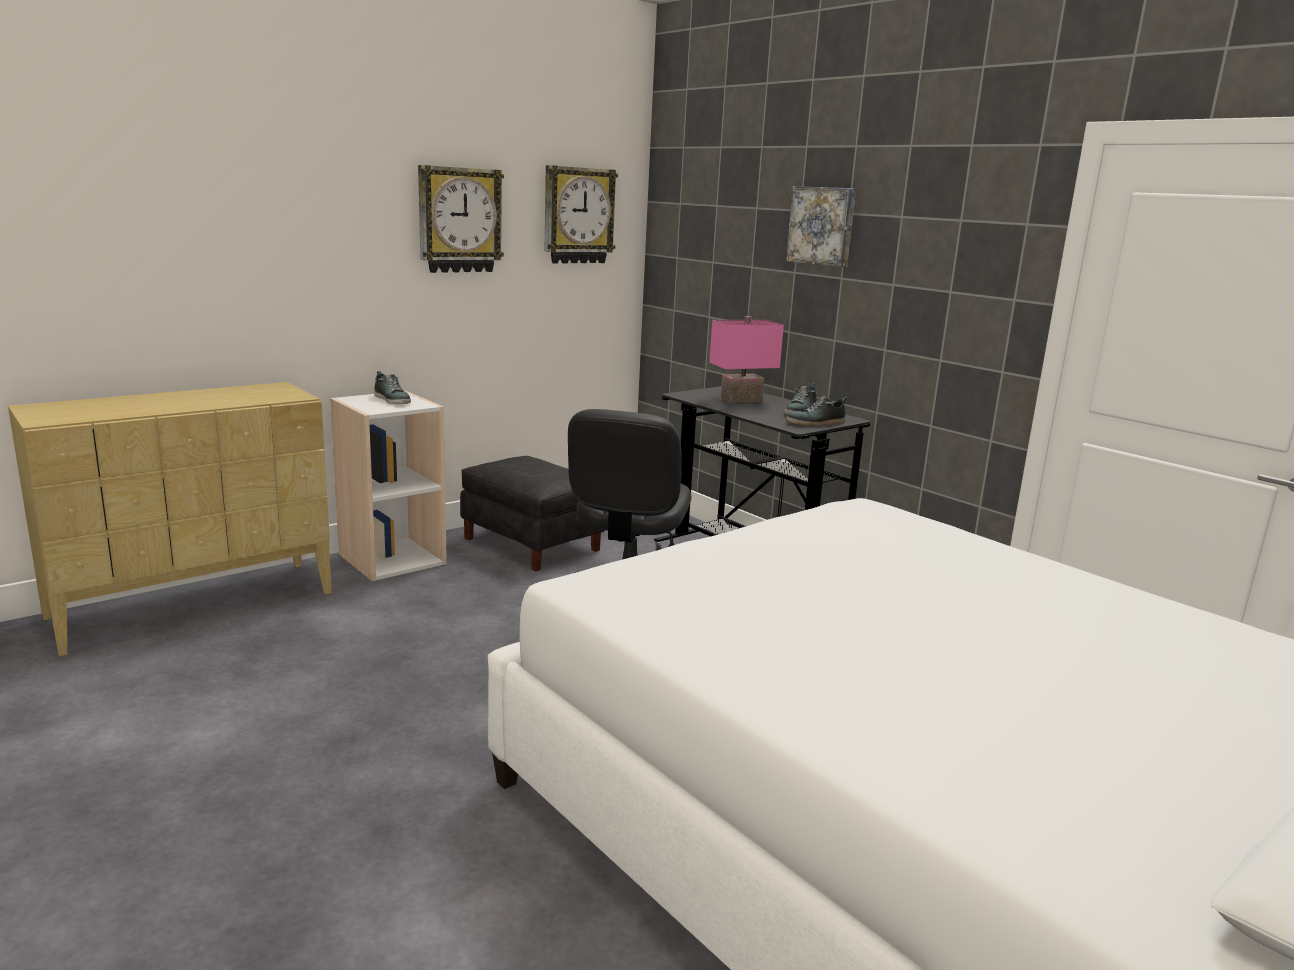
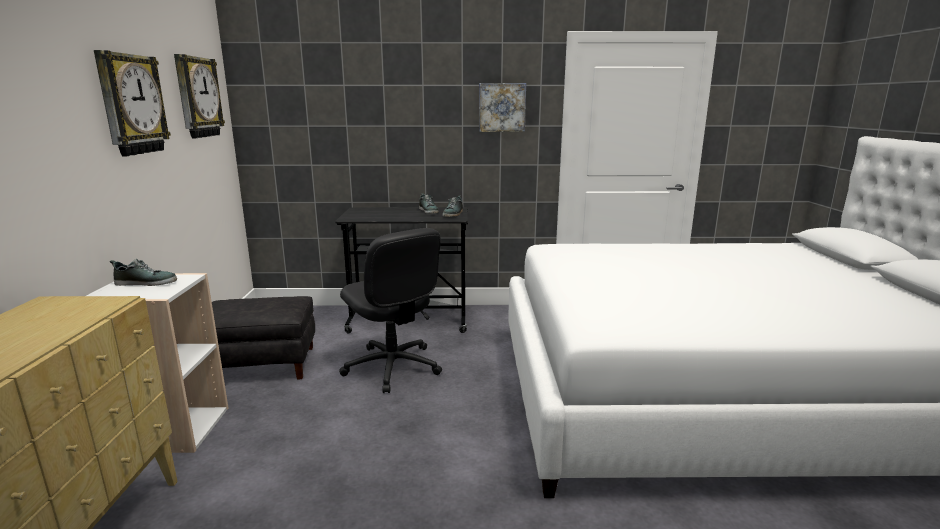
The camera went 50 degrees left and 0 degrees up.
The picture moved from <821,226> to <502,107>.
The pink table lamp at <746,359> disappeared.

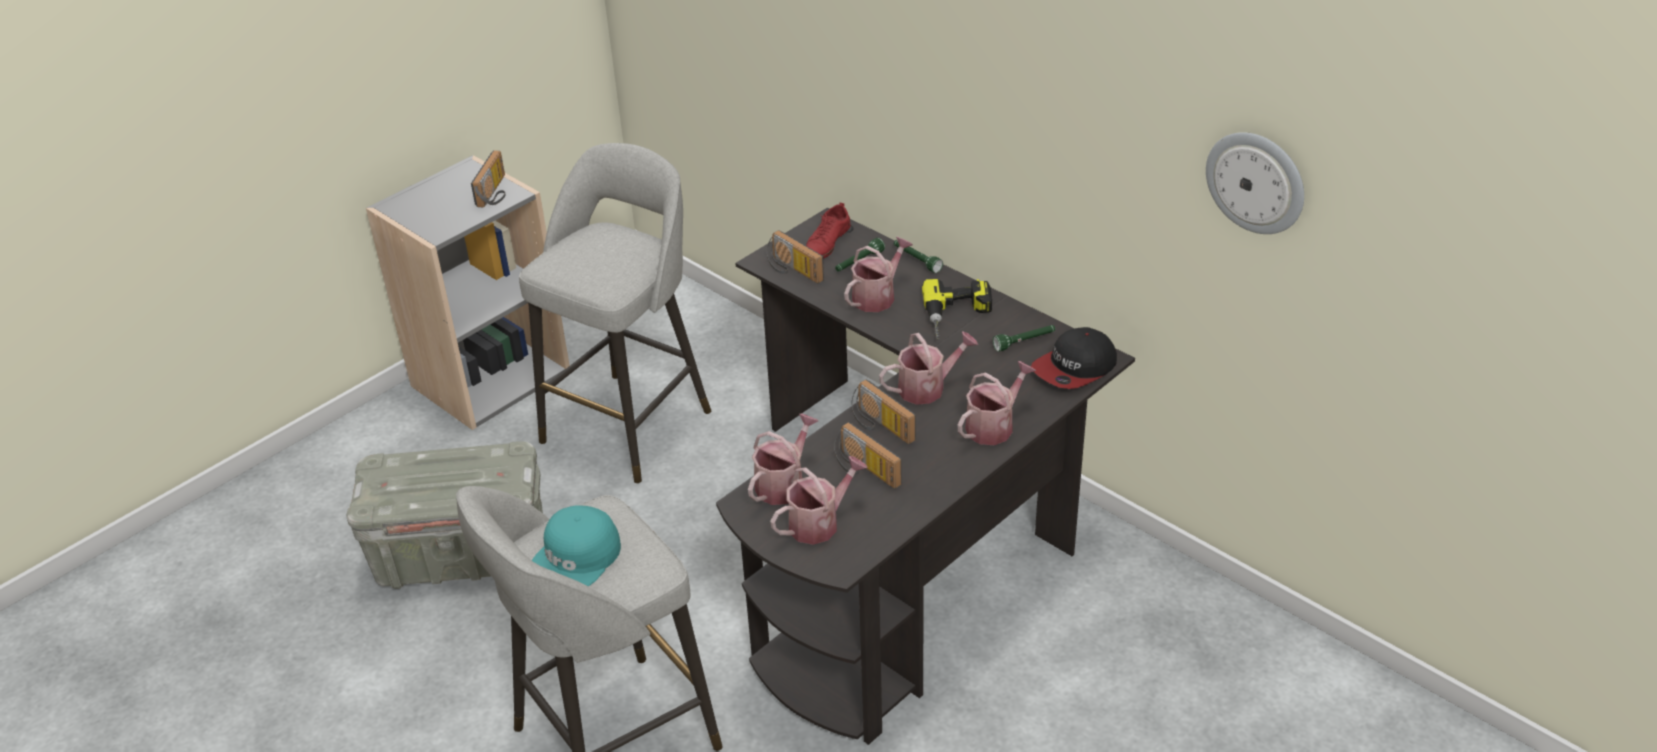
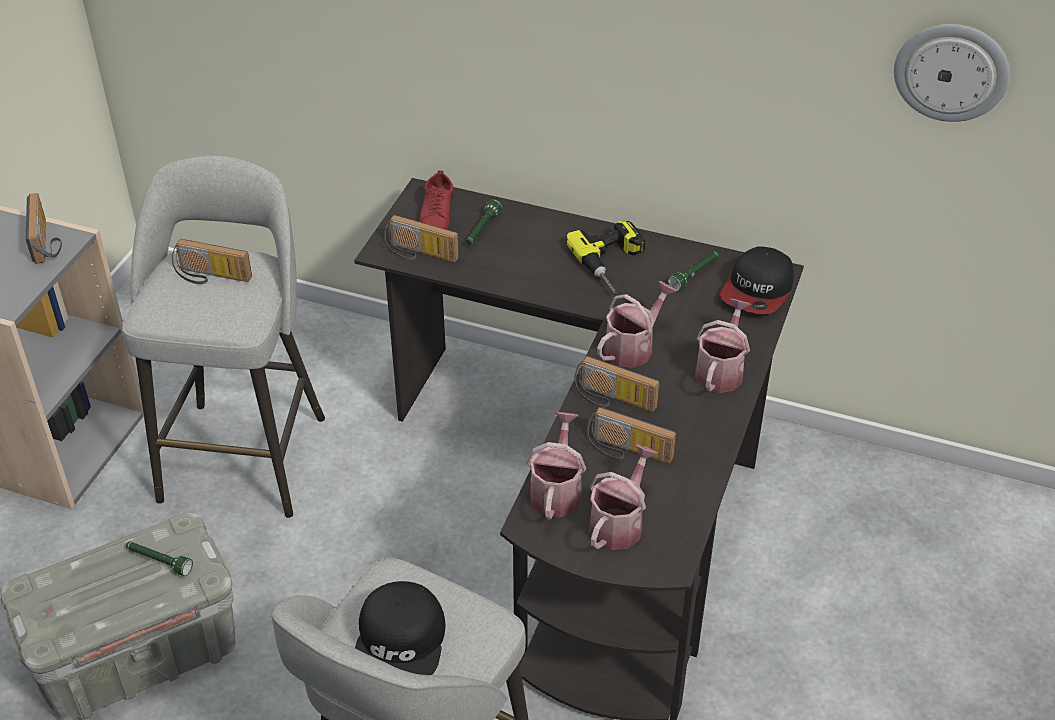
The camera went 25 degrees left and 5 degrees up.
The green flashlight moved from <918,256> to <159,558>.
The radio at <212,261> appeared.
The turquoise cap at <576,546> became the black cap at <400,628>.
The watering can at <878,274> disappeared.

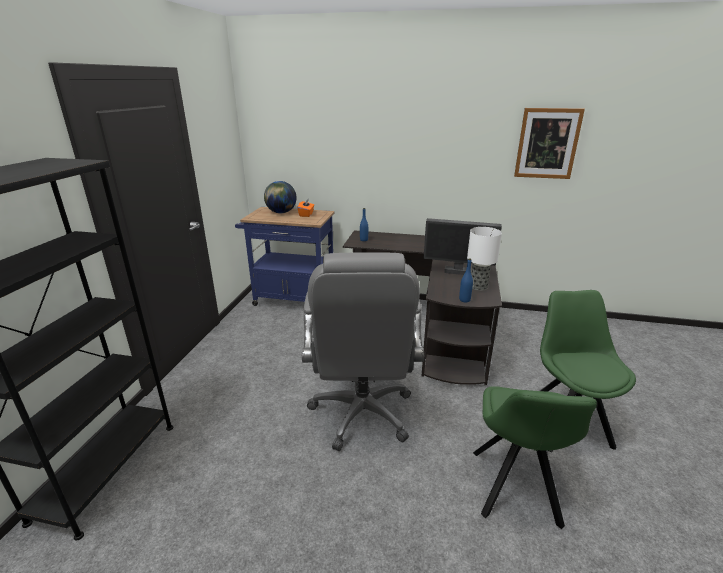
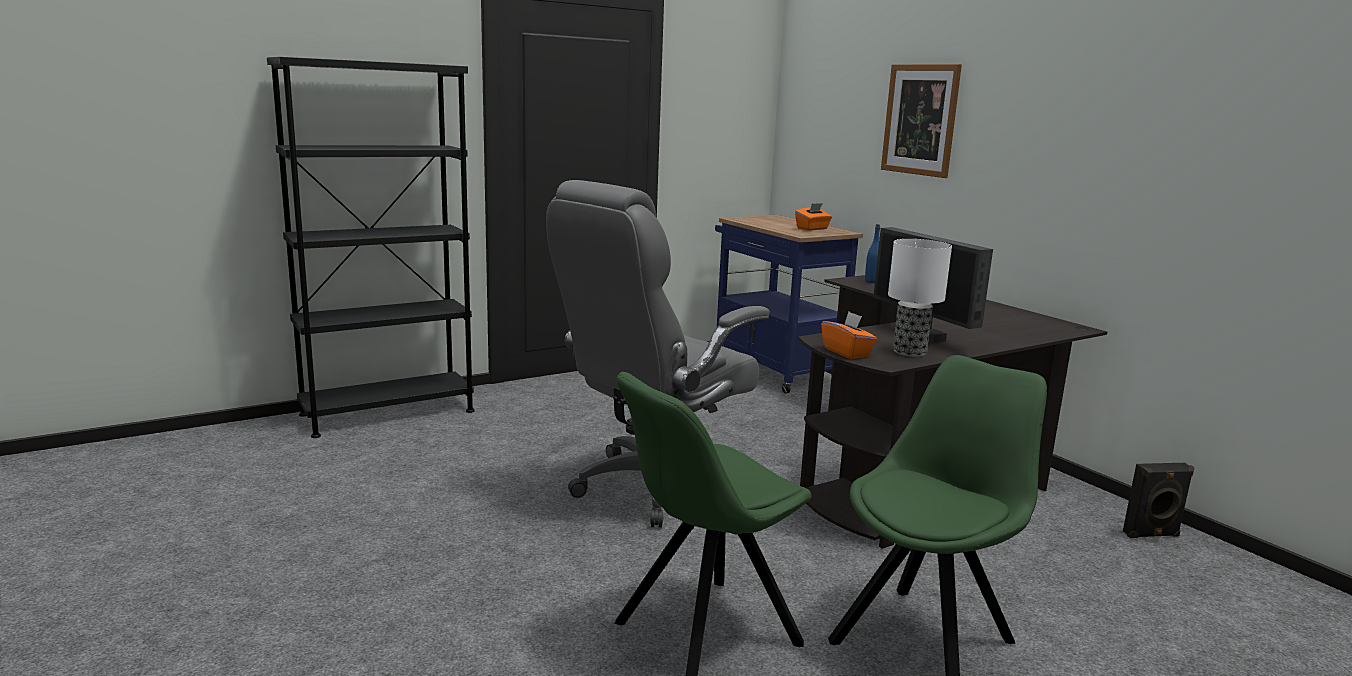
The camera went 45 degrees right and 10 degrees down.
The blue bottle at <466,280> was replaced by the orange tissue box at <849,335>.
The picture moved from <549,143> to <921,121>.
The black speaker at <1159,500> appeared.
The globe at <280,197> disappeared.

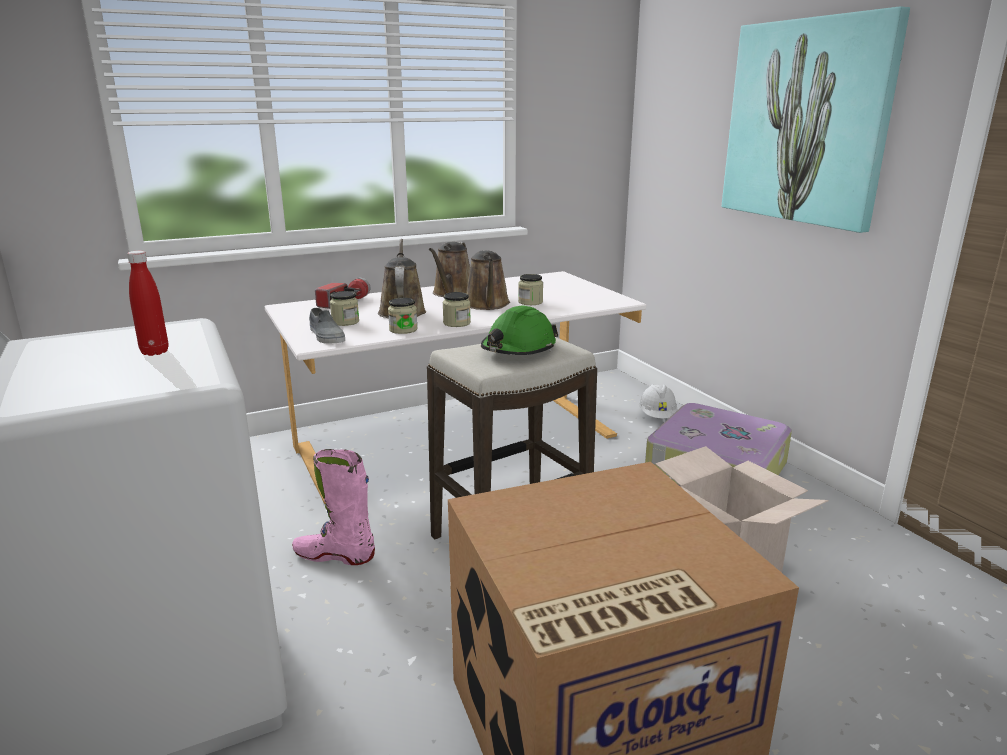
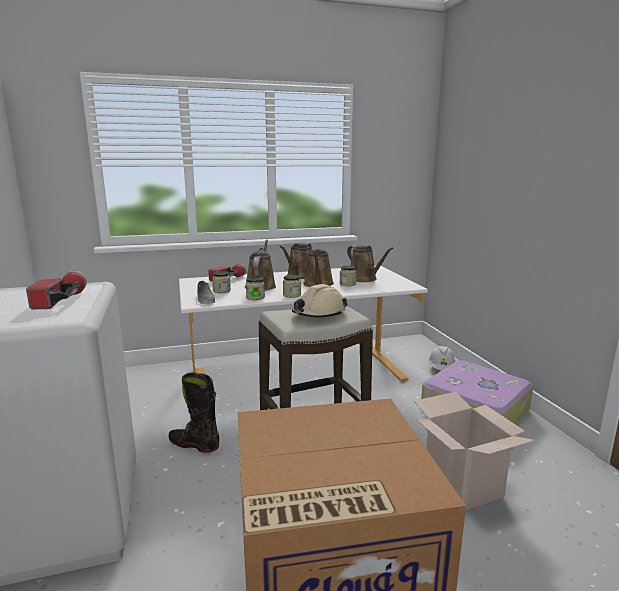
The camera went 10 degrees right and 5 degrees down.
The red bottle at <147,303> was replaced by the flashlight at <56,290>.
The pink boot at <333,507> became the black boot at <193,412>.
The green hard hat at <519,330> became the beige hard hat at <320,301>.
The brown watering can at <370,263> appeared.
The picture at <816,119> disappeared.

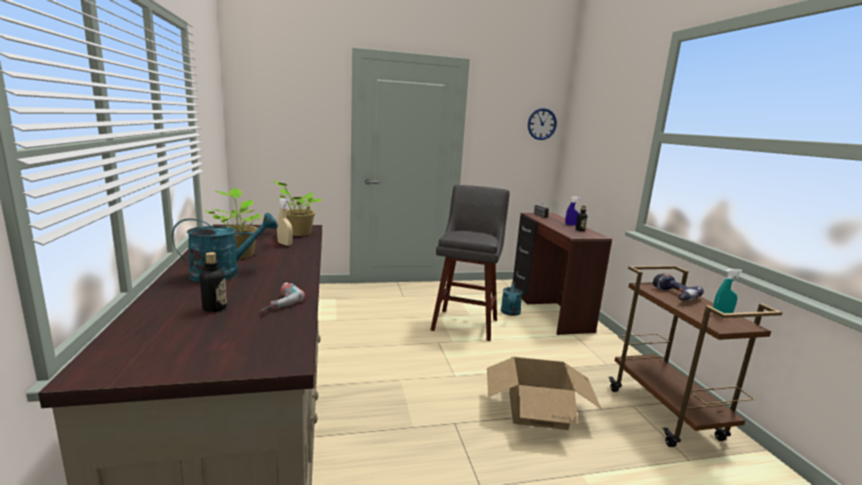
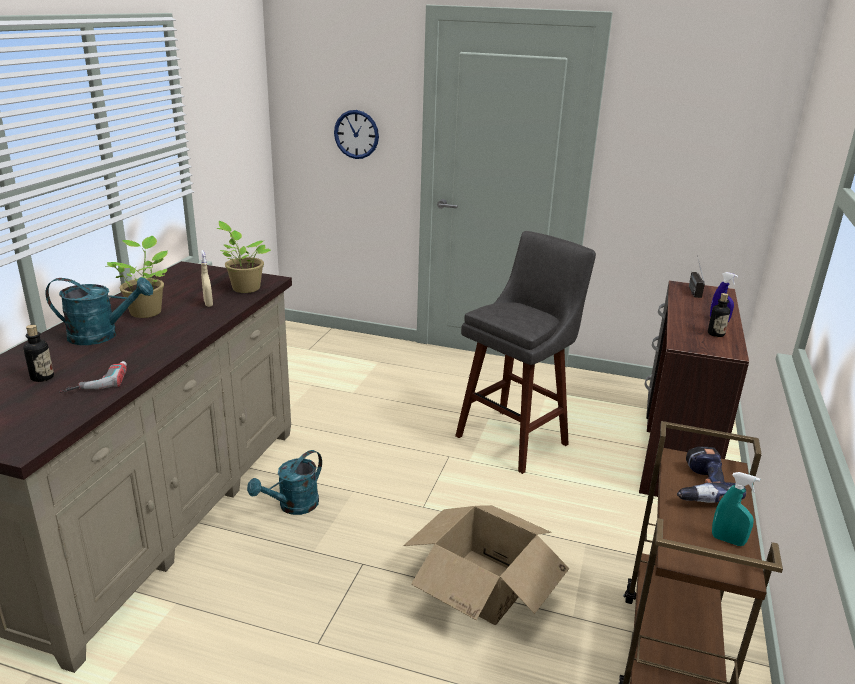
The camera went 30 degrees right and 10 degrees up.
The turquoise watering can moved from <512,299> to <284,482>.
The wall clock moved from <542,124> to <356,134>.

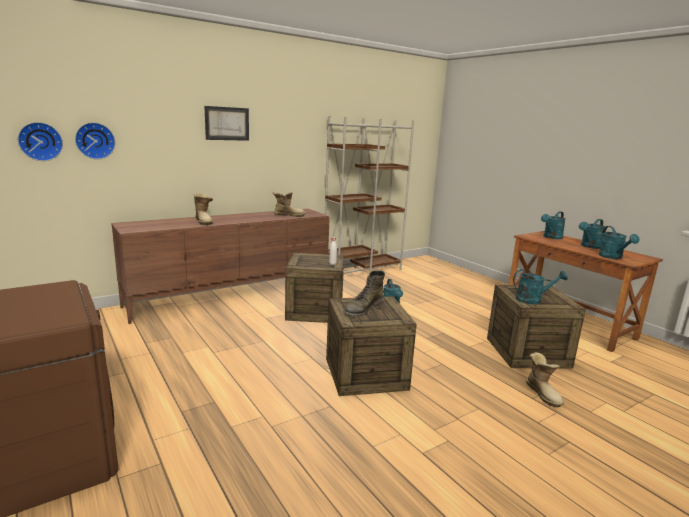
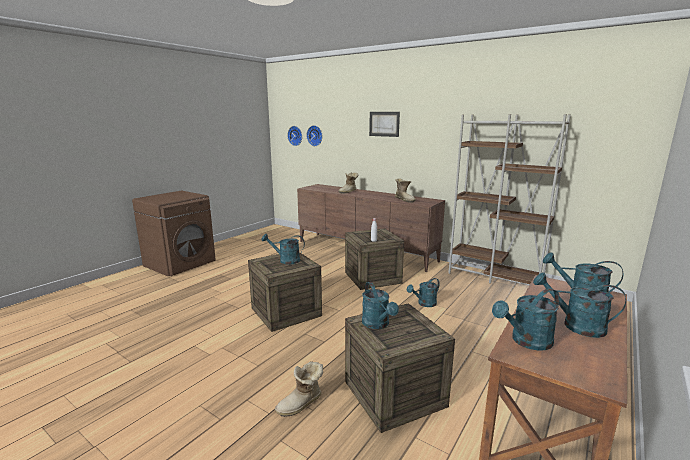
The camera went 70 degrees right and 0 degrees up.
The green boot at <364,293> was replaced by the turquoise watering can at <283,249>.

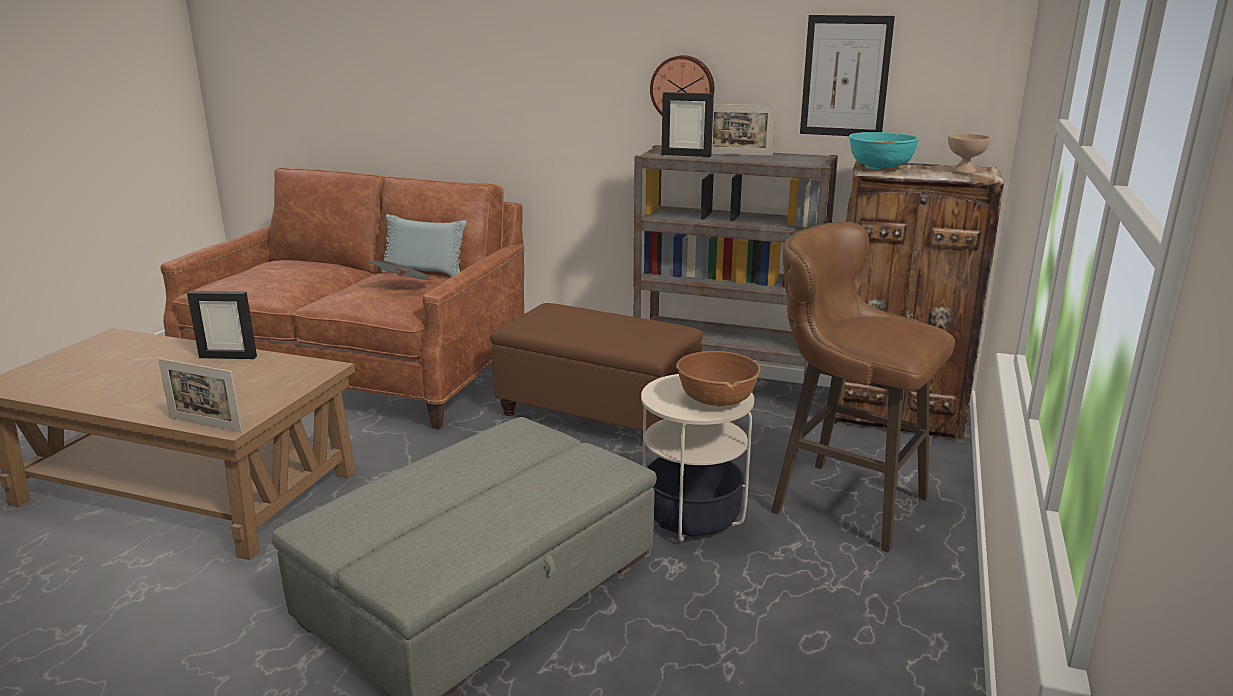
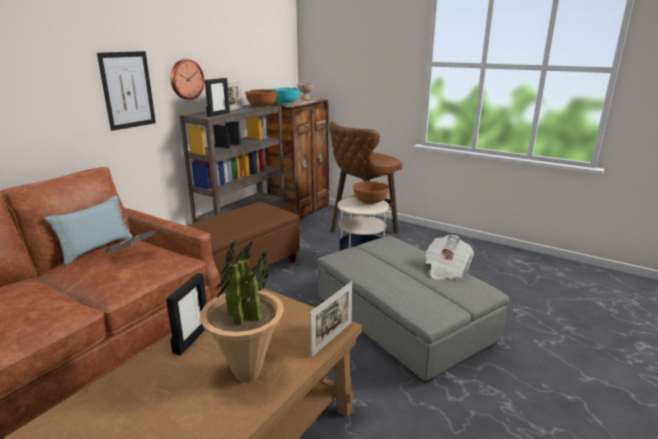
The camera went 75 degrees left and 0 degrees up.
The picture moved from <847,75> to <126,91>.
The potted plant at <242,310> appeared.
The brown bowl at <261,98> appeared.
The newspaper at <449,257> appeared.

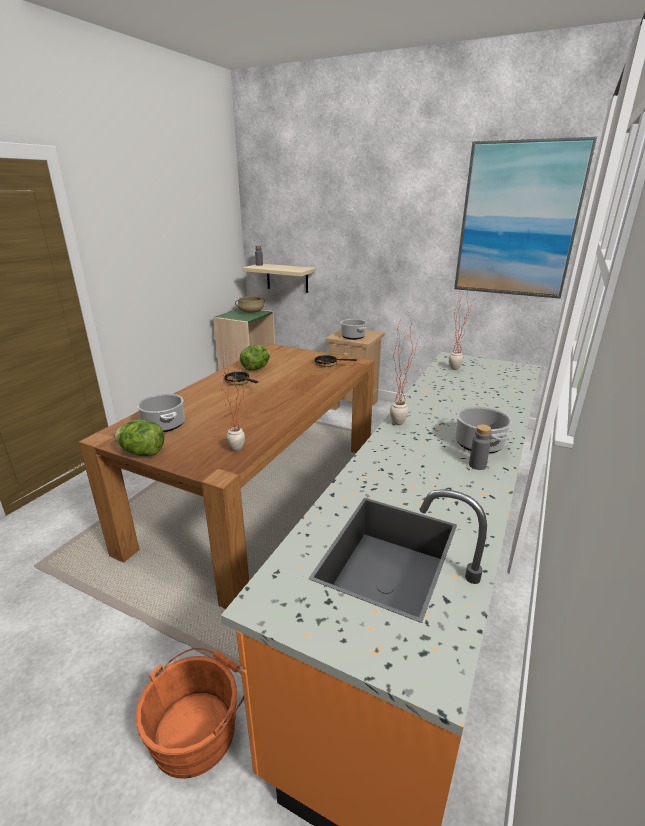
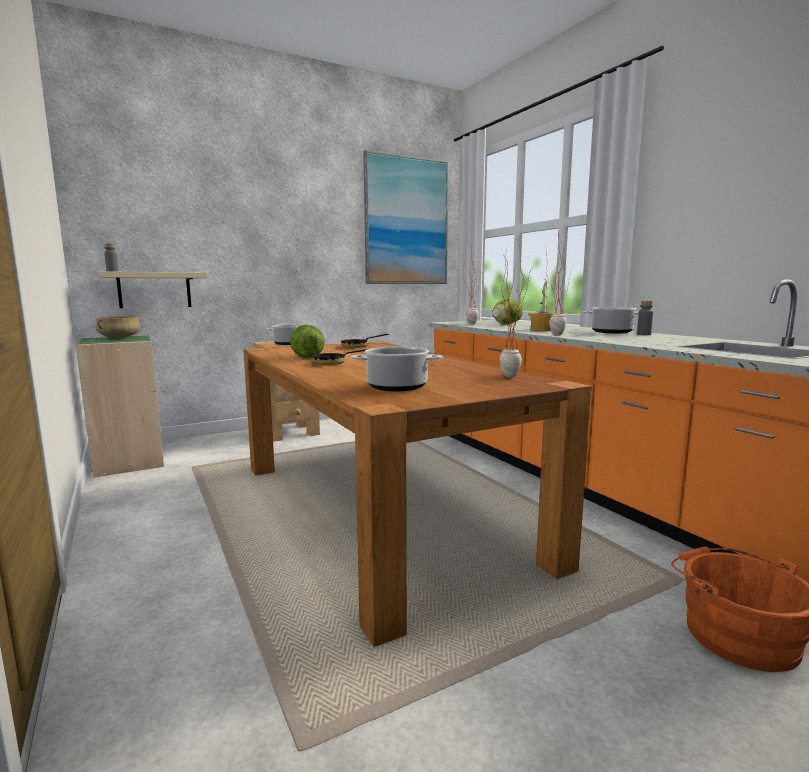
The camera went 55 degrees left and 15 degrees down.
The lettuce moved from <139,438> to <507,311>.
The potted plant at <543,305> appeared.

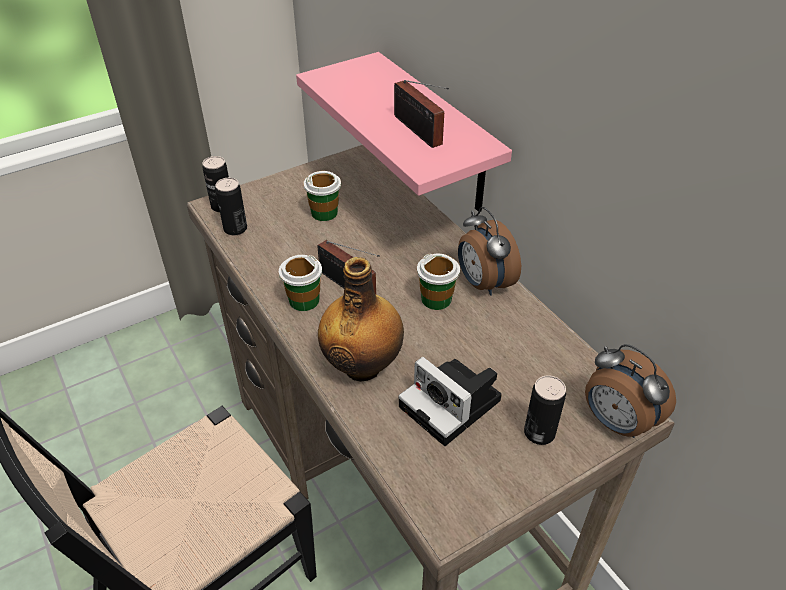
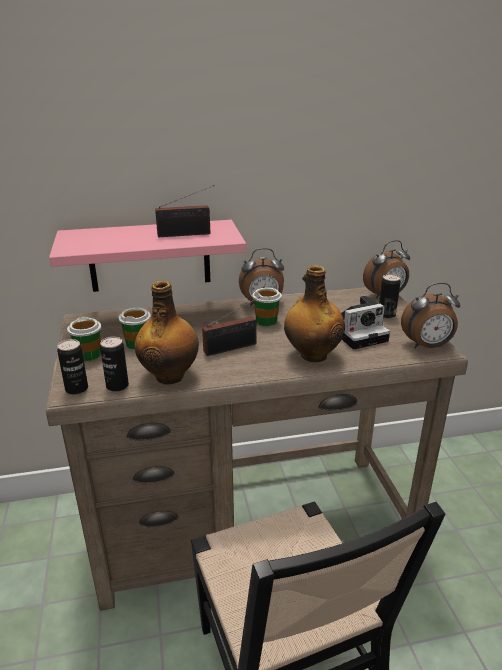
The camera went 70 degrees left and 15 degrees down.
The cup moved from <300,283> to <84,338>.
The bottle at <166,333> appeared.
The alarm clock at <430,315> appeared.

